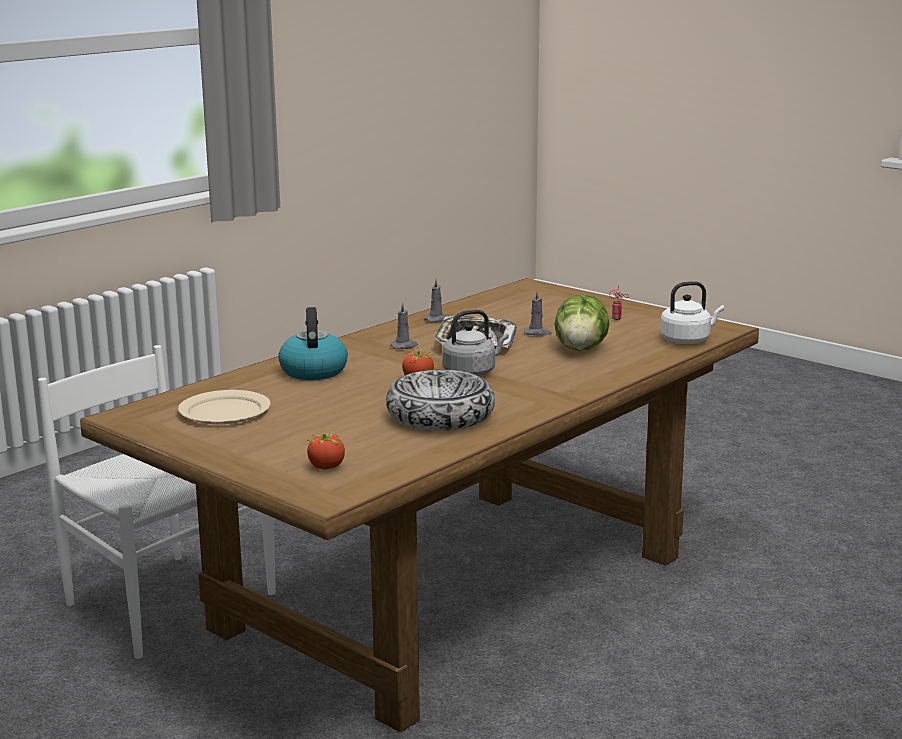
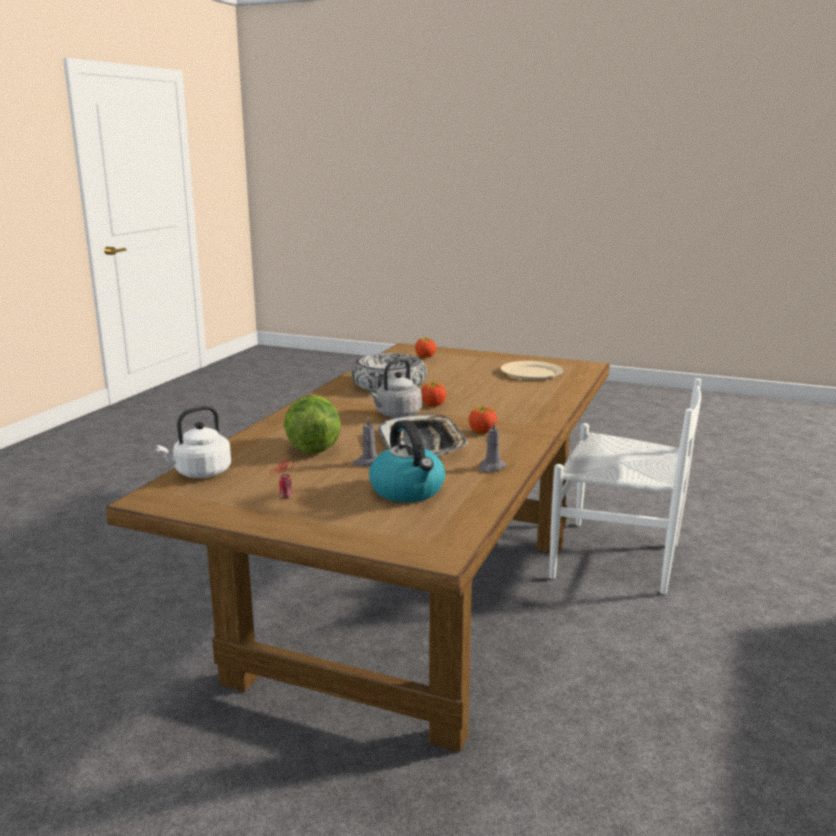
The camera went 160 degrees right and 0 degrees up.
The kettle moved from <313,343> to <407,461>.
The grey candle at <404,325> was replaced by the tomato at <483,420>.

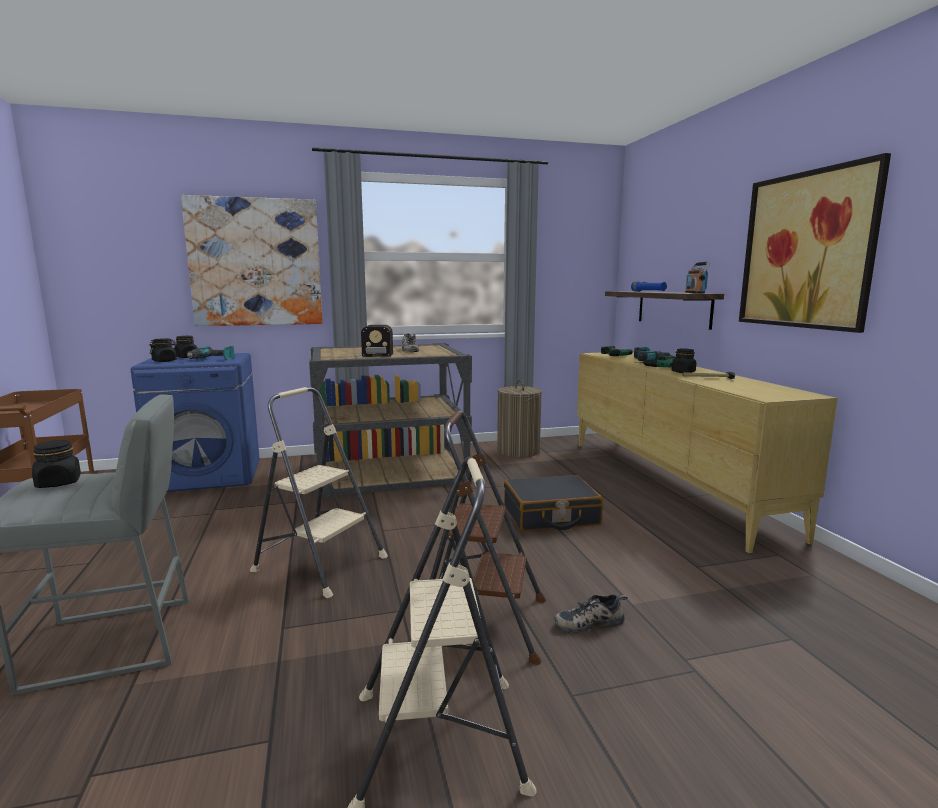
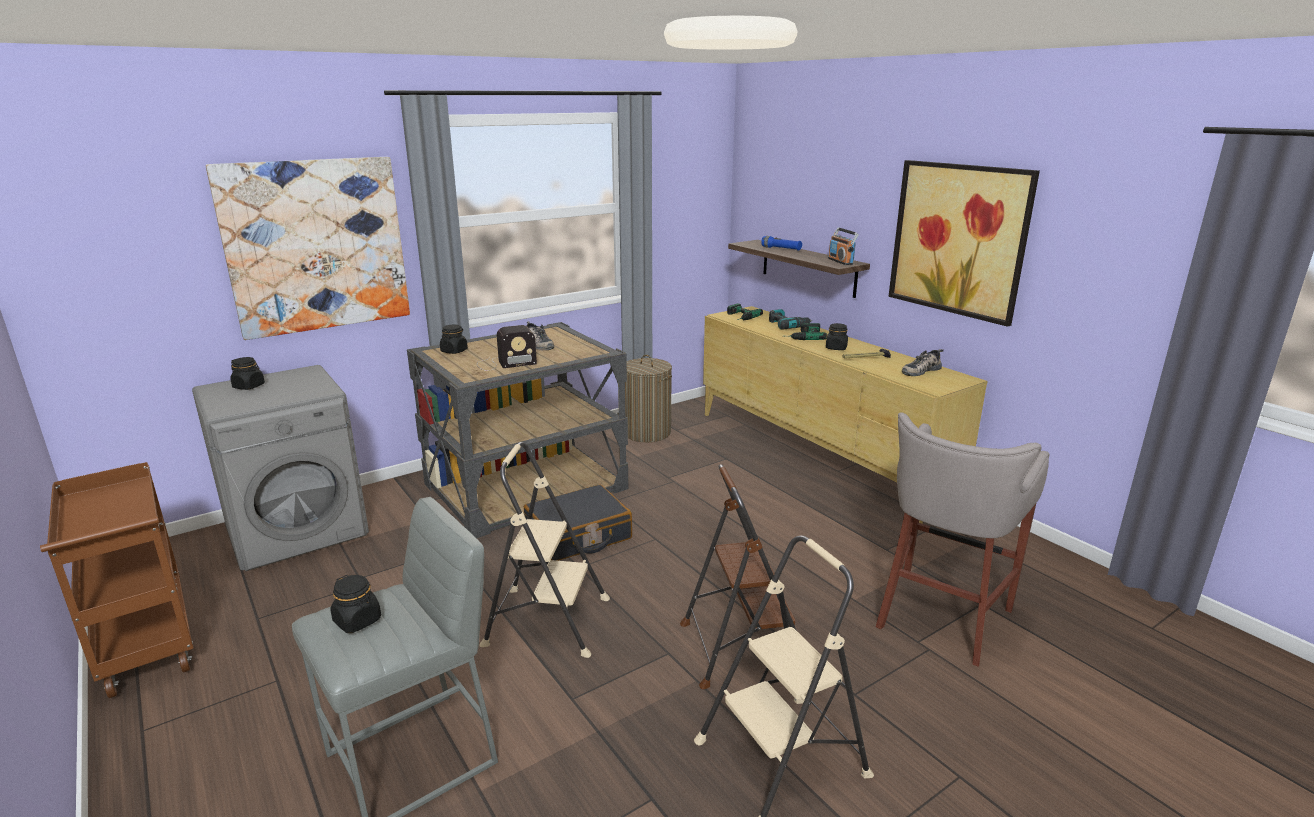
The camera went 20 degrees left and 10 degrees up.
The blue washing machine at <195,422> became the grey washing machine at <280,468>.
The black jar moved from <163,350> to <454,339>.
The black suitcase moved from <553,503> to <578,522>.
The grey stool at <962,539> appeared.
The shoe moved from <591,614> to <923,362>.
The power drill at <210,353> disappeared.

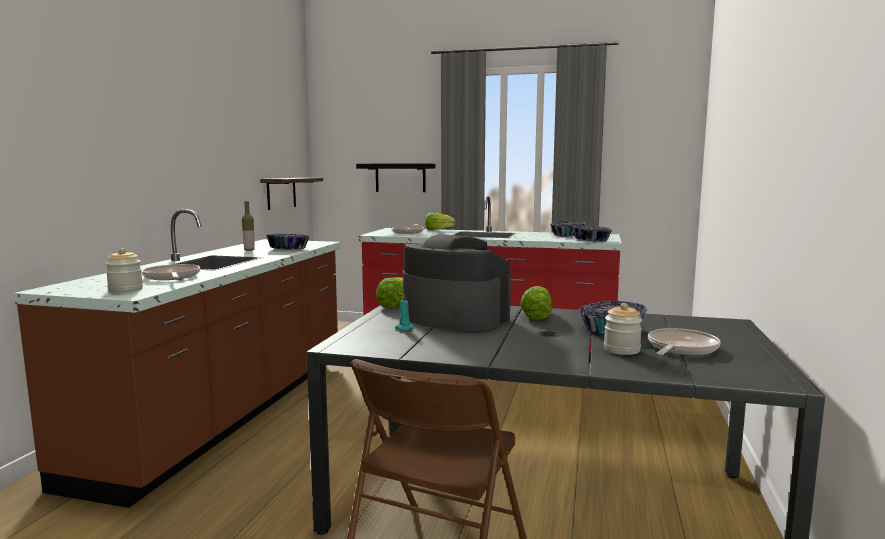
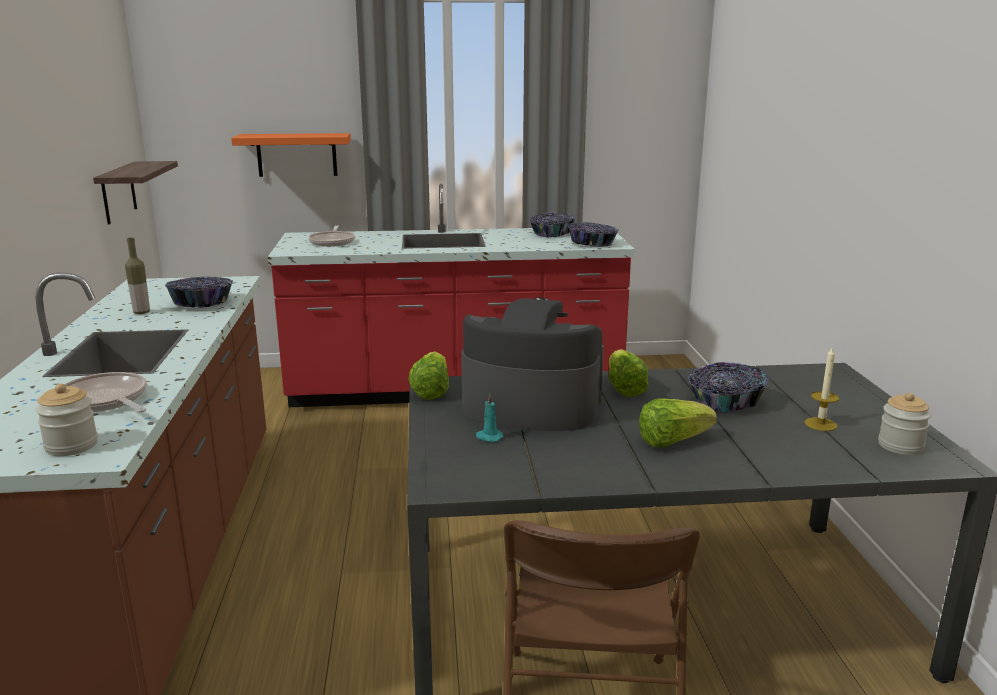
The camera went 20 degrees left and 10 degrees up.
The black shelf at <396,178> became the orange shelf at <291,155>.
The lettuce moved from <440,221> to <678,422>.
The frying pan at <684,341> was replaced by the candle at <822,389>.
The jar moved from <623,329> to <904,424>.

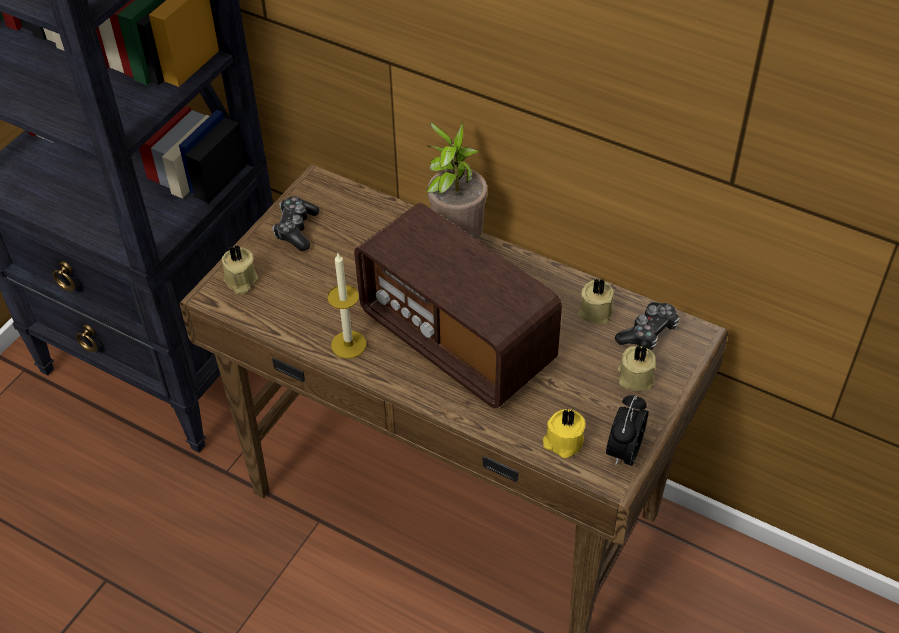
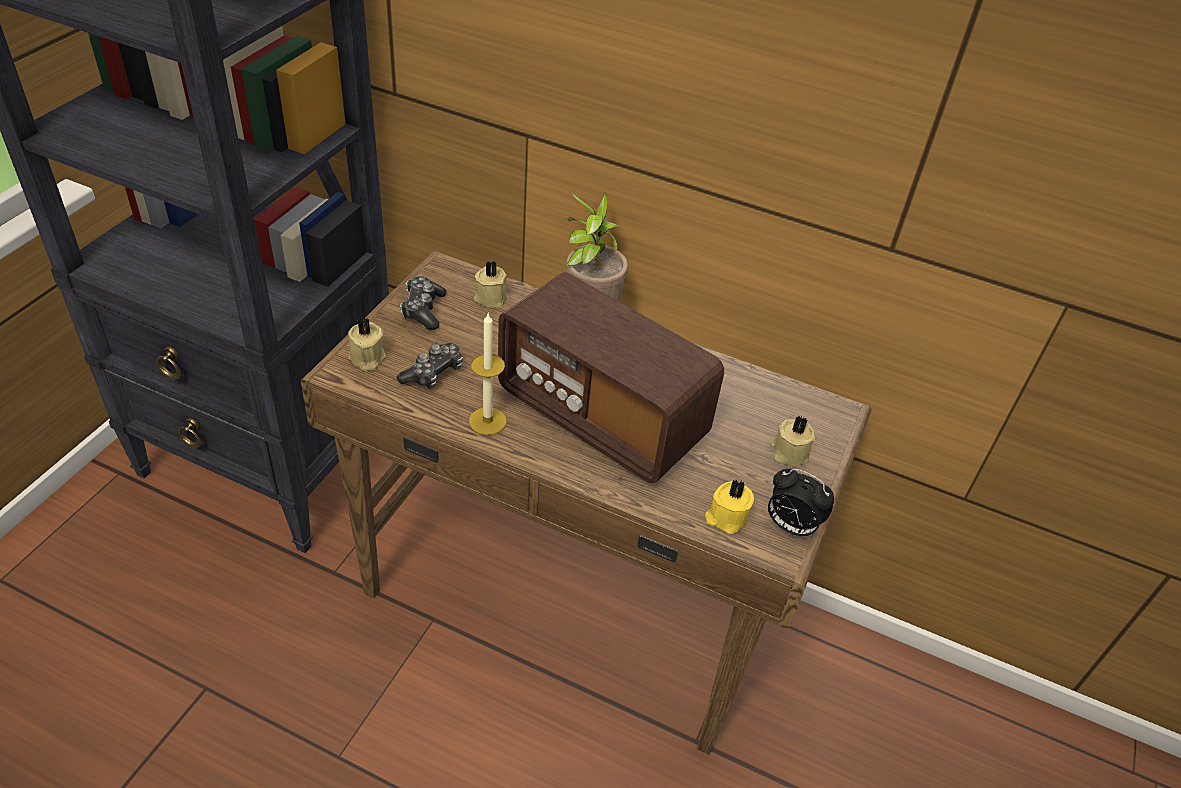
The camera went 10 degrees left and 5 degrees down.
The game controller moved from <647,326> to <430,366>.
The beige candle moved from <596,301> to <491,284>.
The alarm clock at <627,431> turned 75 degrees counterclockwise.

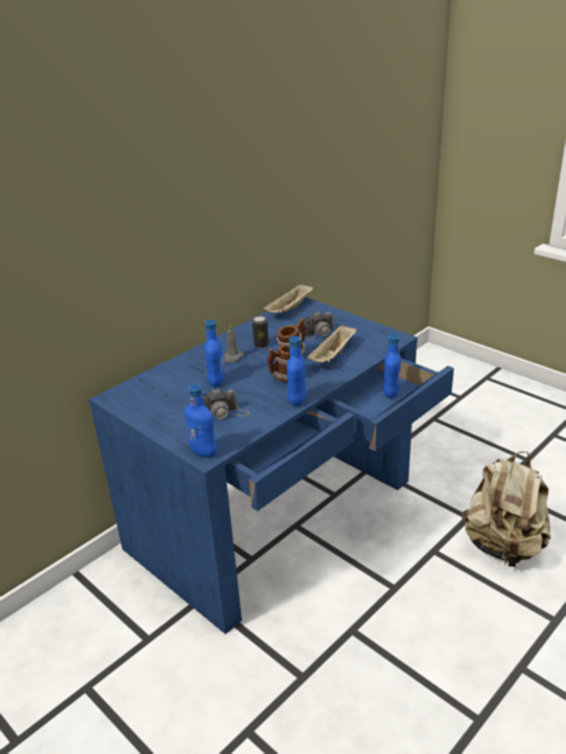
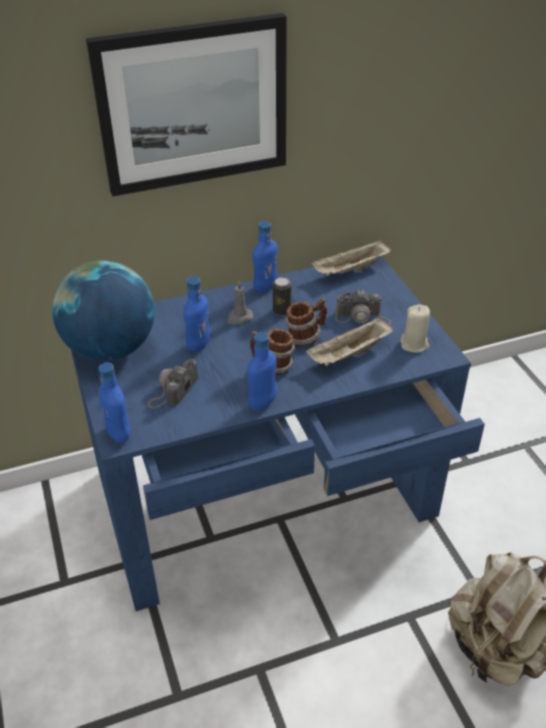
The camera went 25 degrees right and 10 degrees up.
The globe at <103,311> appeared.
The picture at <186,105> appeared.
The photo camera at <226,403> turned 105 degrees clockwise.
The blue bottle moved from <392,366> to <265,256>.
The beige candle at <415,329> appeared.

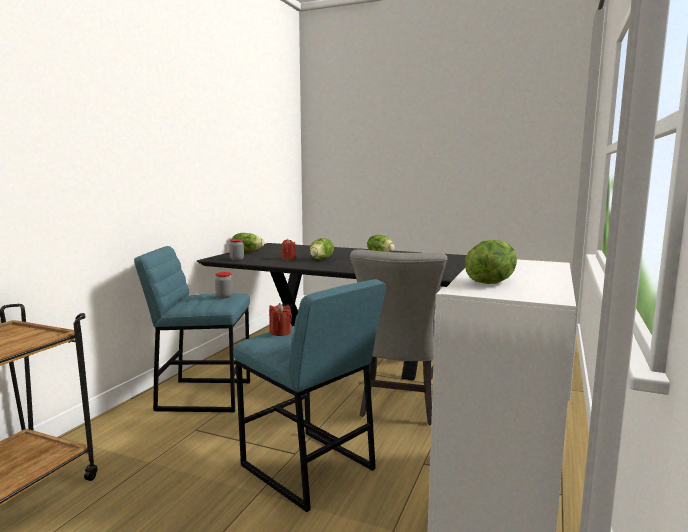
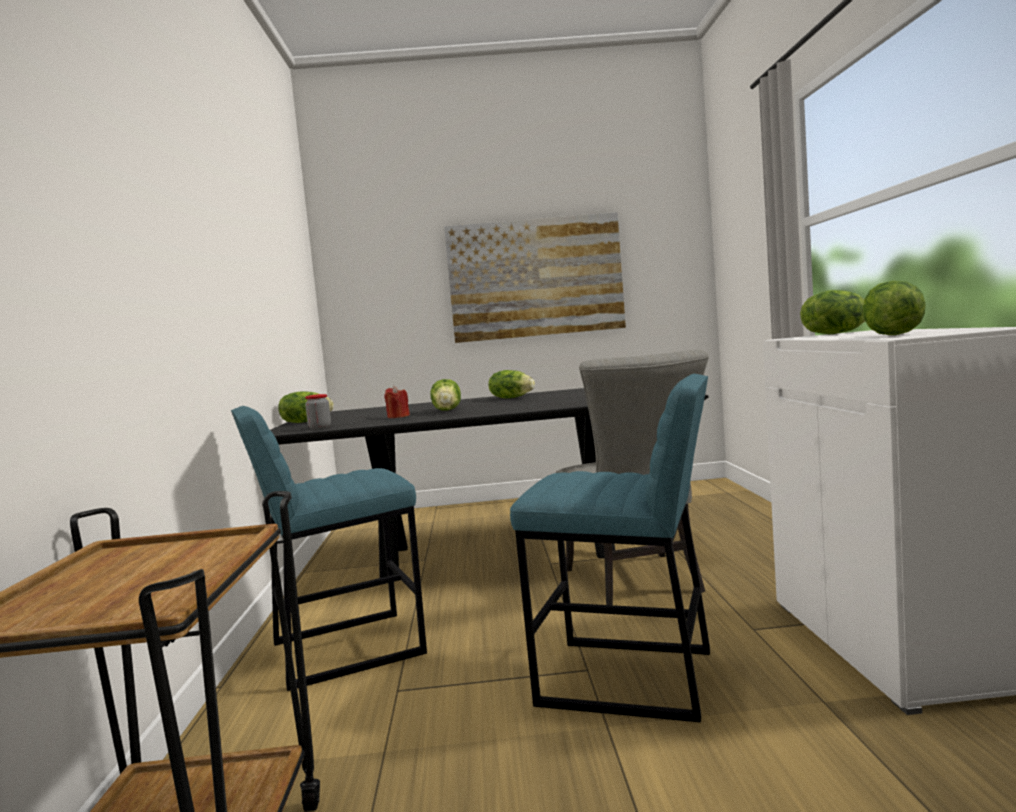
The camera went 25 degrees left and 5 degrees down.
The picture at <535,277> appeared.
The lettuce at <832,312> appeared.
The jar at <224,285> disappeared.
The red candle at <280,319> disappeared.

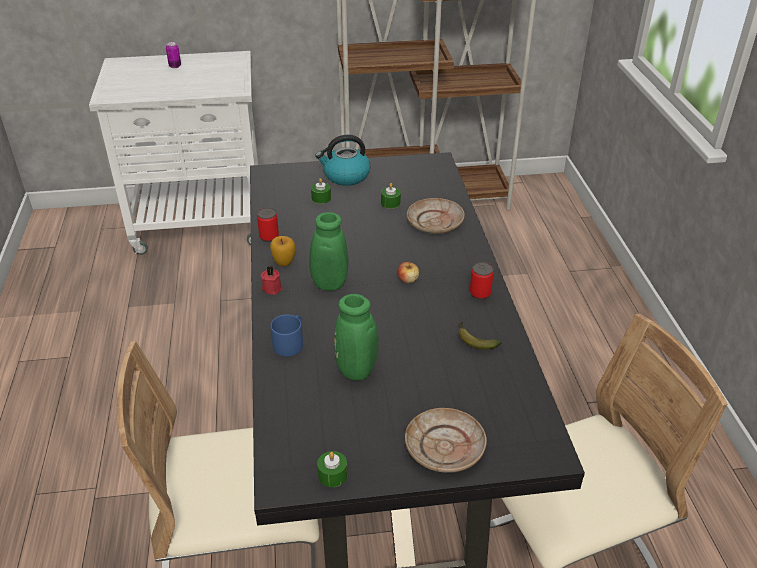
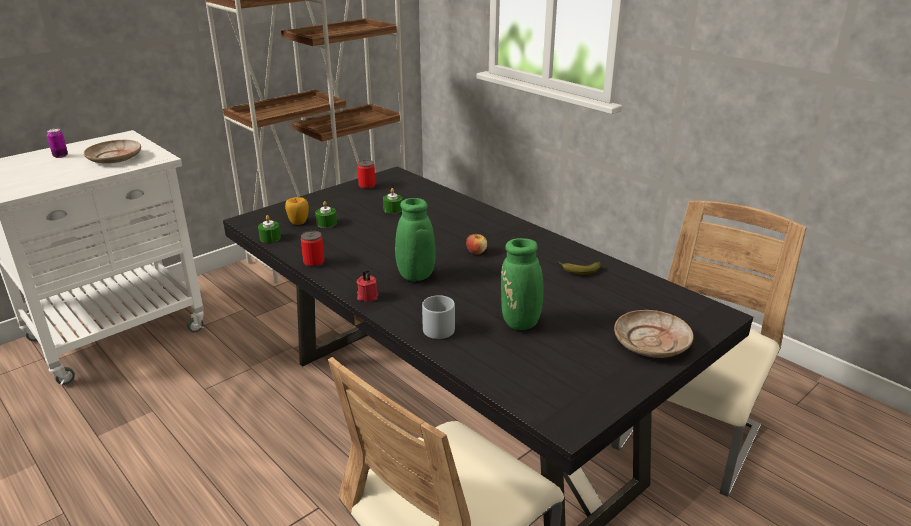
The camera went 35 degrees left and 10 degrees down.
The beige plate moved from <436,216> to <112,152>.
The green candle moved from <332,469> to <269,229>.
The apple moved from <283,251> to <297,211>.
The can moved from <482,281> to <366,174>.
The blue mug at <286,335> became the grey mug at <438,317>.
The kettle at <342,160> disappeared.

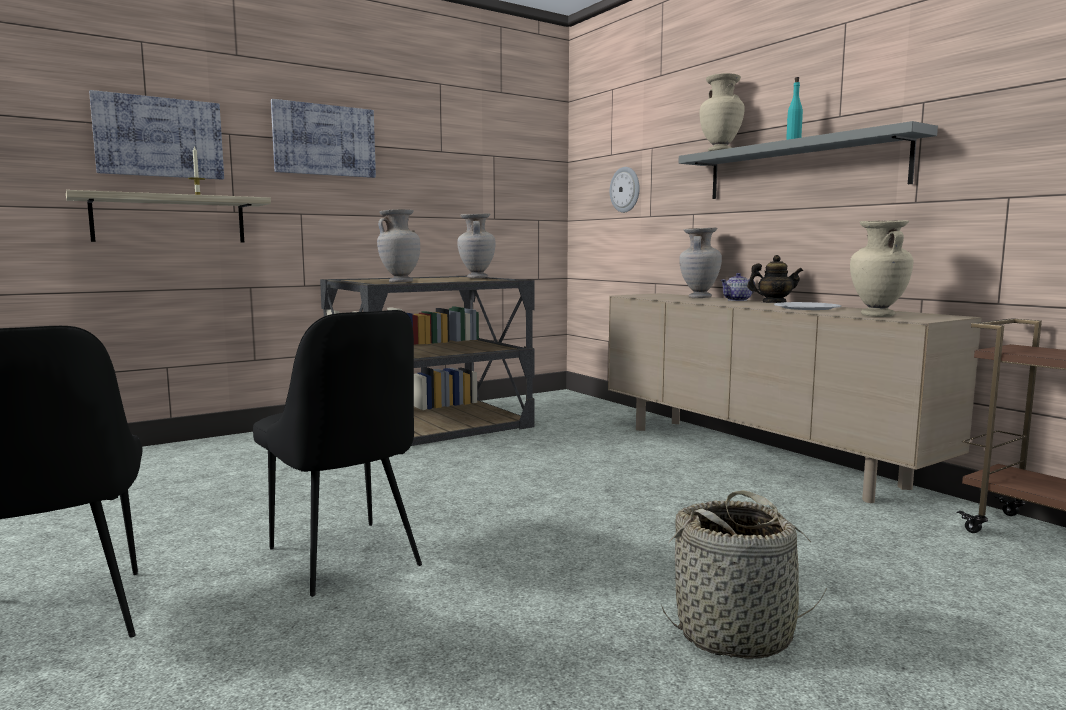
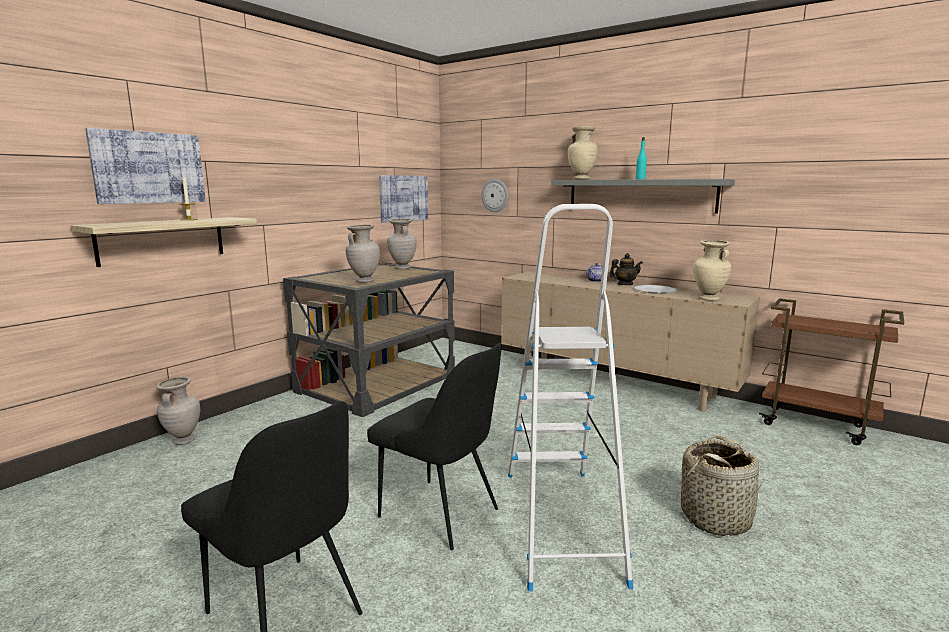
The camera went 20 degrees left and 5 degrees up.
The beige vase moved from <700,263> to <178,411>.
The picture moved from <323,138> to <403,199>.
The white step ladder at <570,397> appeared.

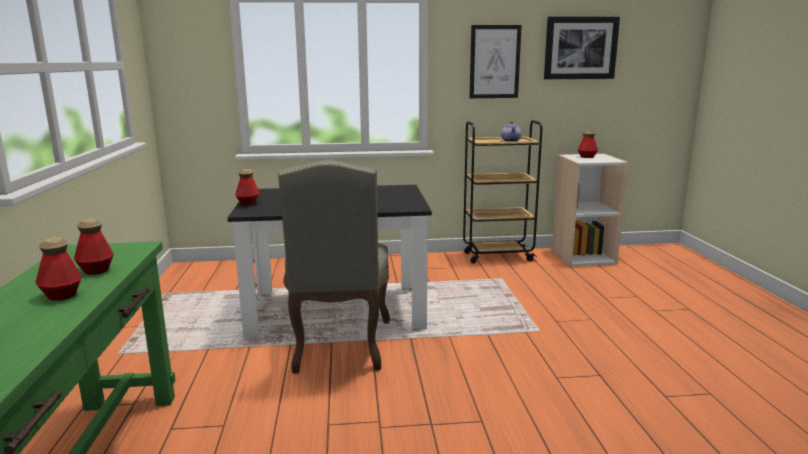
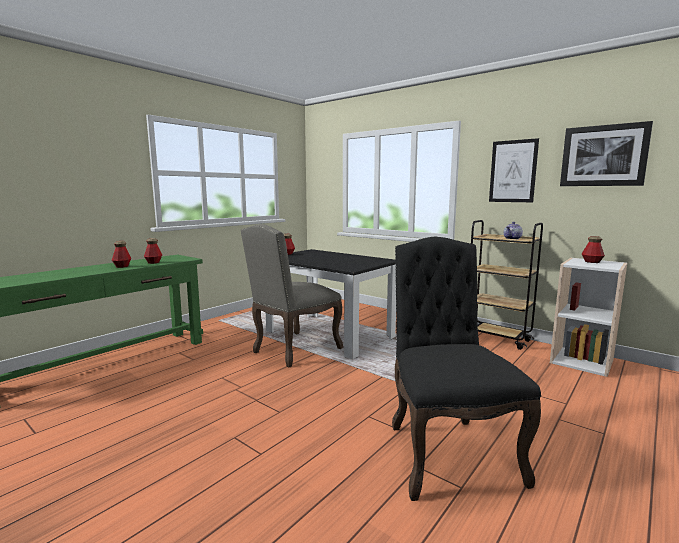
The camera went 45 degrees right and 5 degrees down.
The black chair at <466,368> appeared.

